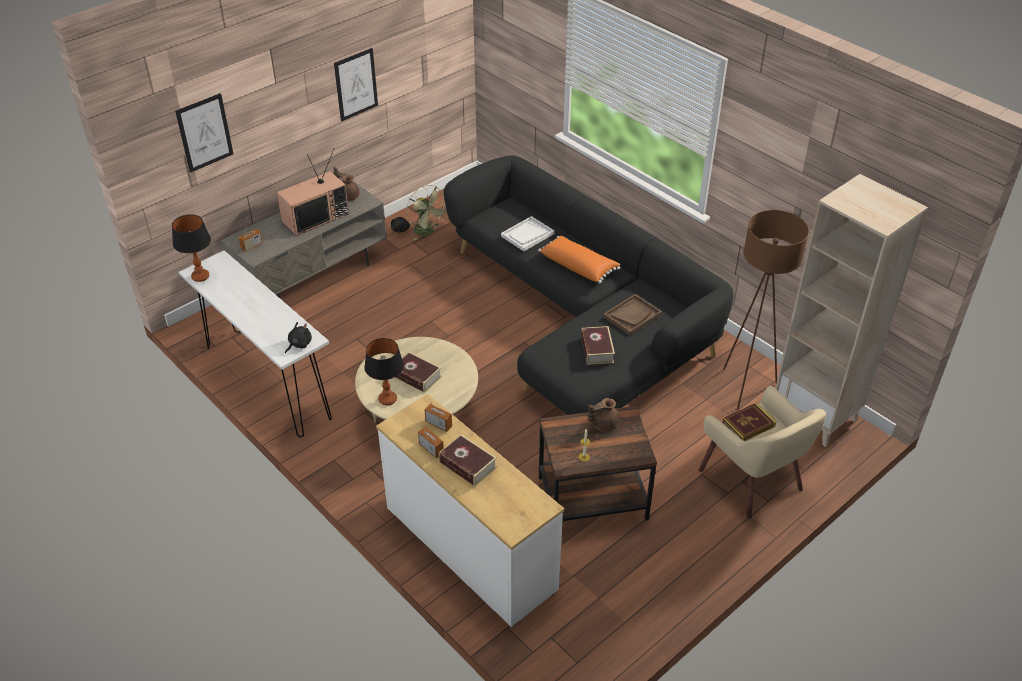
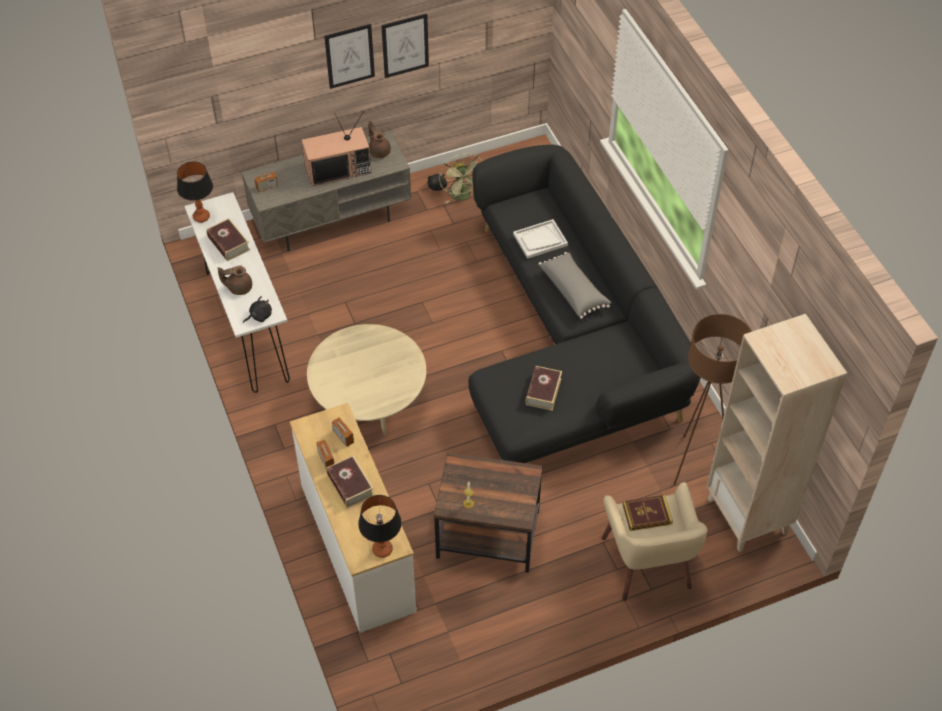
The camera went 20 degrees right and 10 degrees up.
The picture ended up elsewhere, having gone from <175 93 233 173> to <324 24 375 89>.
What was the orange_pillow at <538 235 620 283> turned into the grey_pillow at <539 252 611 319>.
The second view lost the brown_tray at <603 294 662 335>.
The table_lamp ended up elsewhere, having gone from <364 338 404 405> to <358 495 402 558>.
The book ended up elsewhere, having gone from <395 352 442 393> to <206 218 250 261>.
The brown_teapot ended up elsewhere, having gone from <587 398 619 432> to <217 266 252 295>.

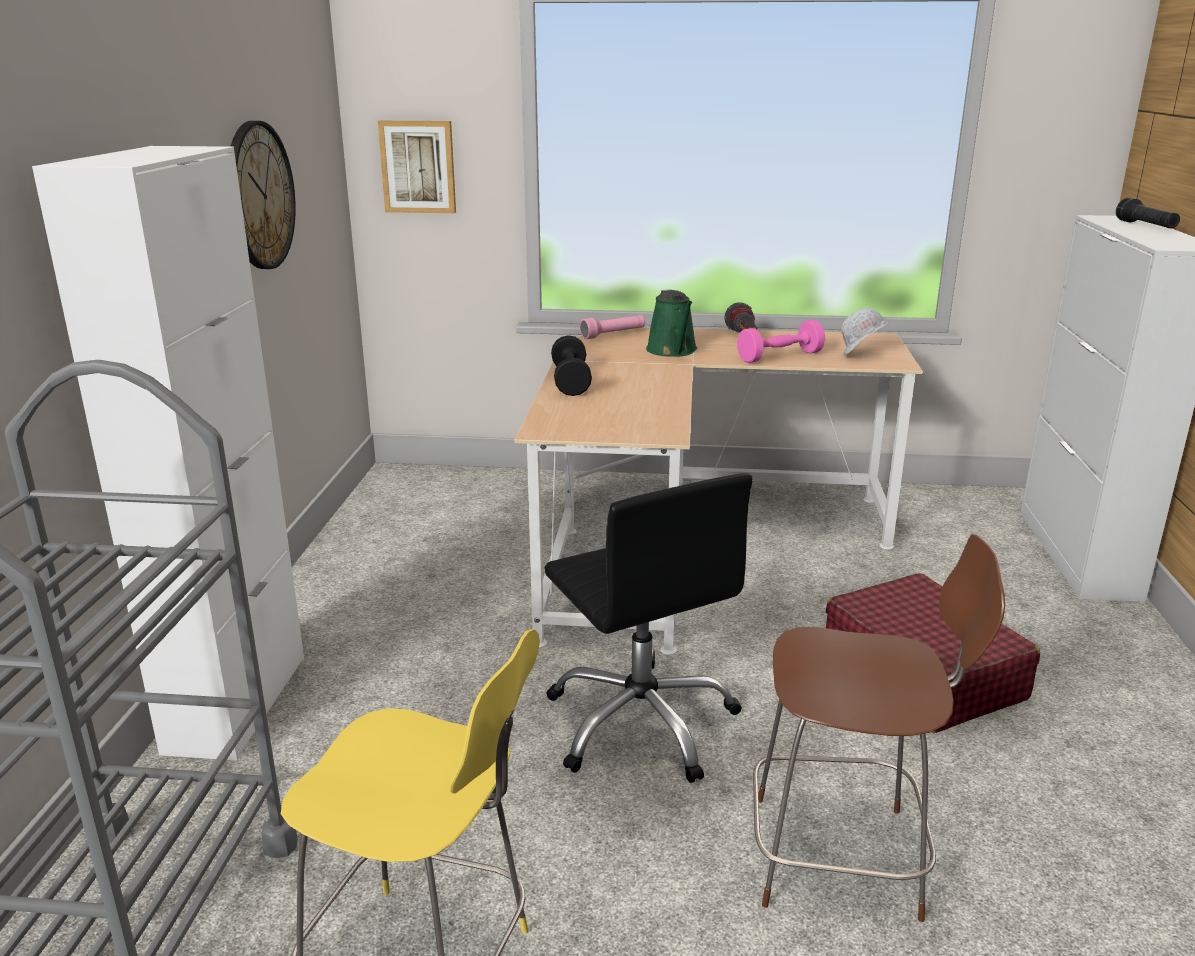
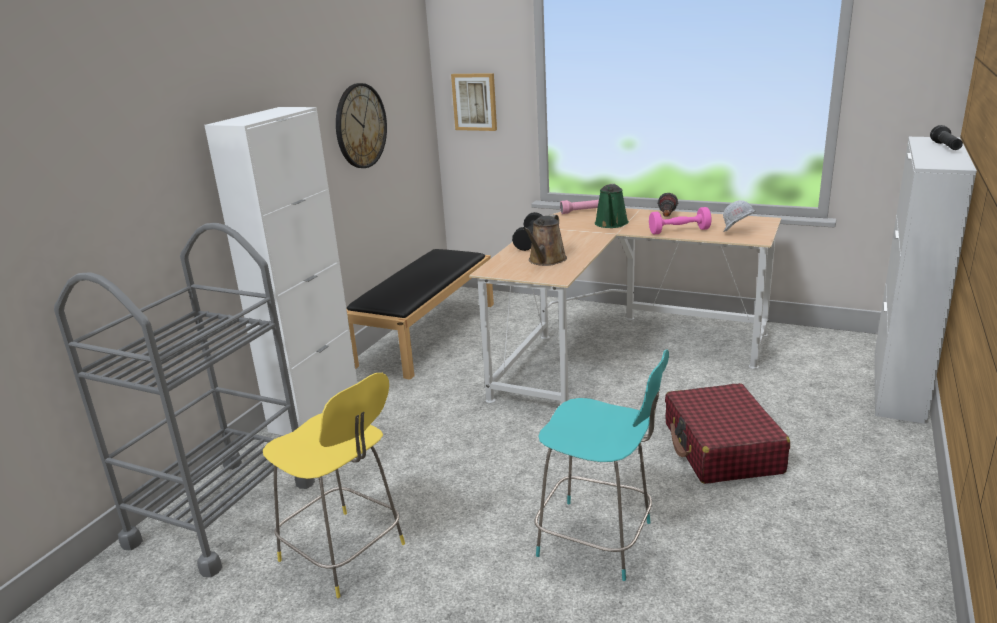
The camera went 20 degrees right and 0 degrees up.
The second view lost the black_office_chair at <545 473 753 783>.
What was the brown_stool at <753 534 1005 922> turned into the turquoise_stool at <534 350 669 581>.
The second view gained the brown_watering_can at <523 215 567 266>.
The second view gained the black_bench at <346 249 494 380>.

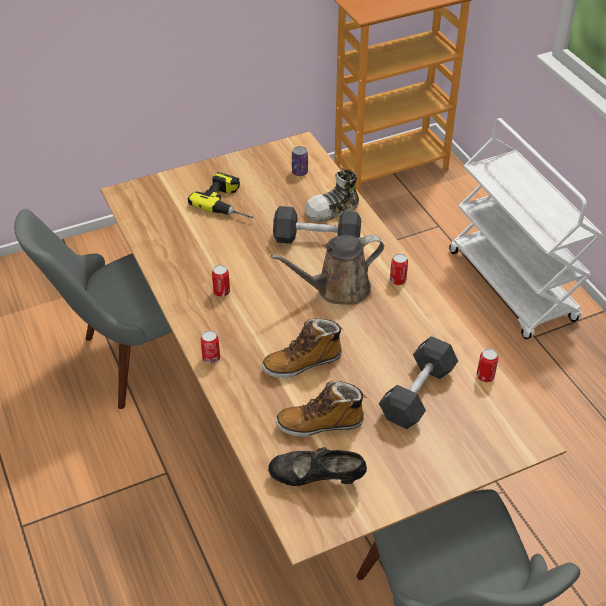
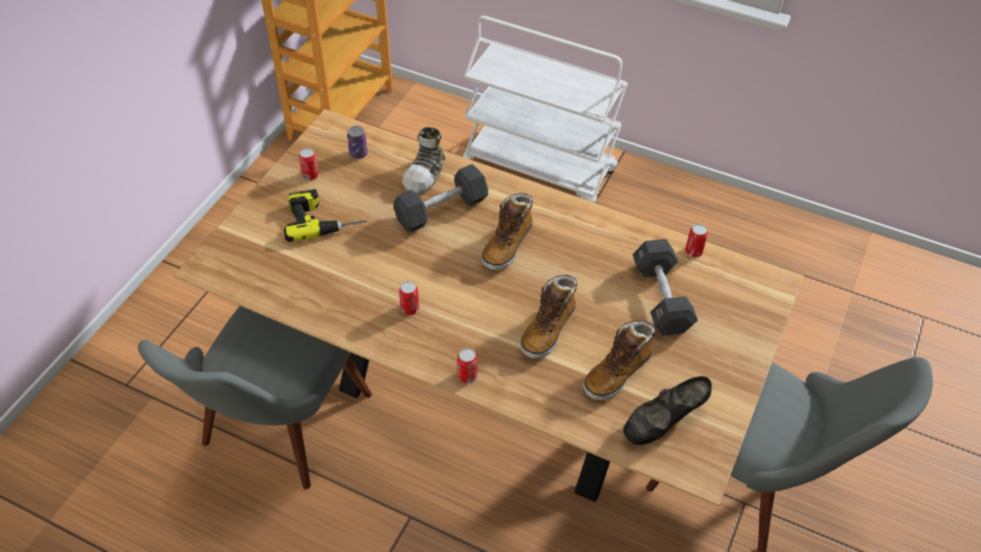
The camera went 40 degrees left and 5 degrees up.
Where the brown_watering_can stood at <271 235 384 305>, the boot came to stand at <481 193 533 270>.
The can ended up elsewhere, having gone from <390 253 408 285> to <299 148 319 180>.

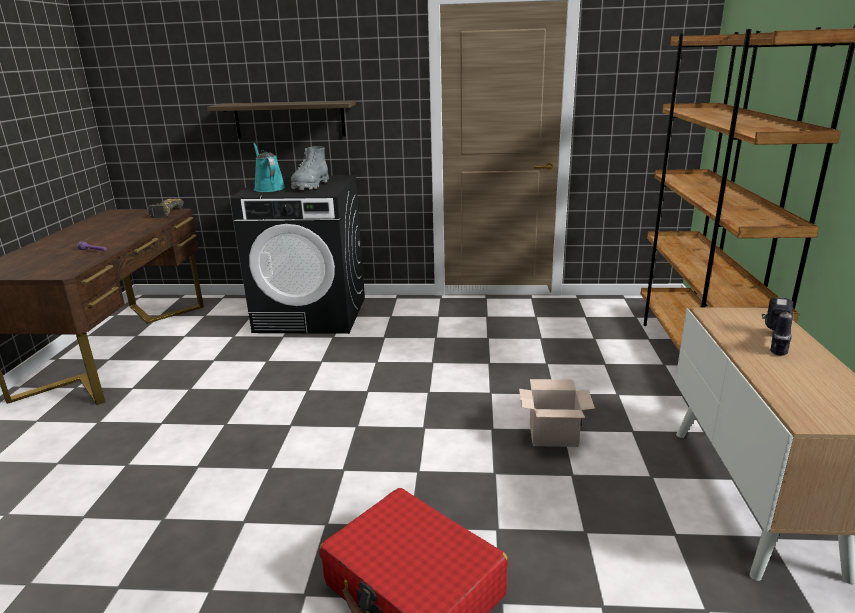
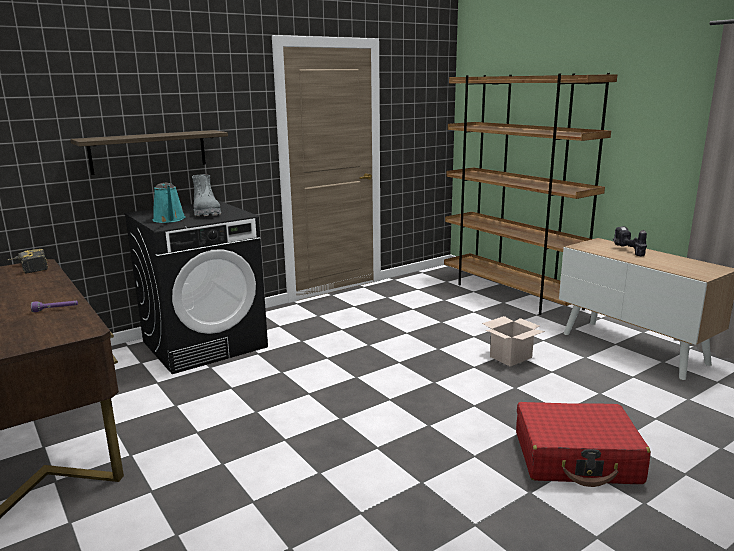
The camera went 40 degrees left and 5 degrees down.
The turquoise_watering_can at <253 143 285 192> ended up facing another way, 135 degrees counterclockwise from before.

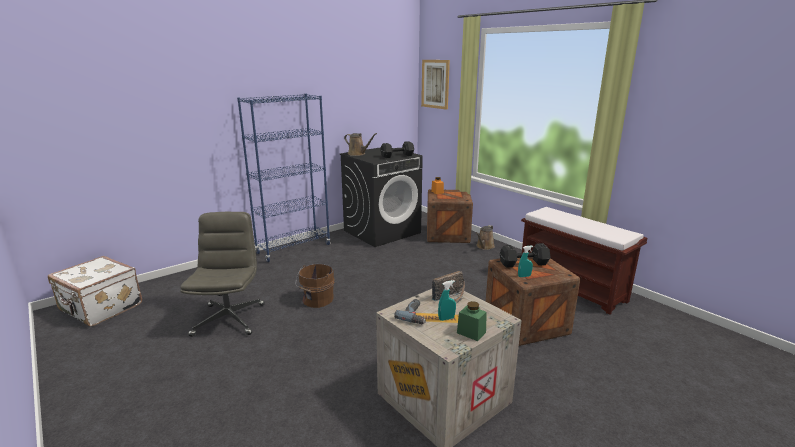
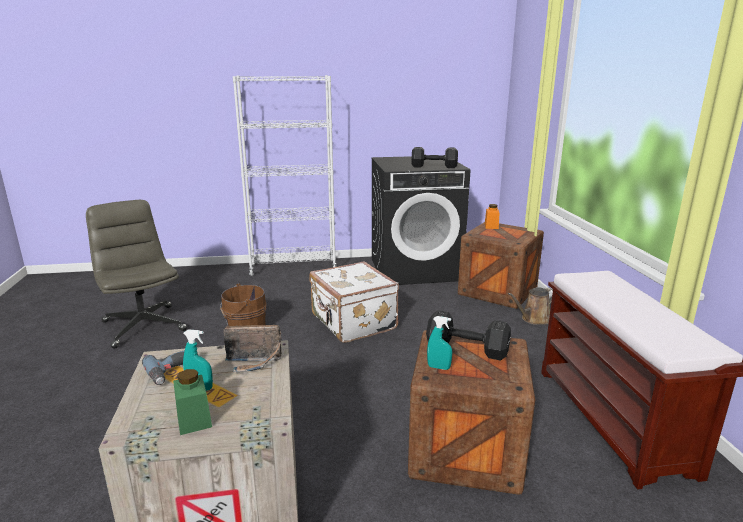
The camera went 30 degrees right and 0 degrees up.
The second view lost the picture at <421 60 450 110>.
What was the blue_bookcase at <237 94 330 262> turned into the white_bookcase at <233 75 337 276>.
The second view lost the brown_watering_can at <344 133 377 156>.
The grey_office_chair at <180 212 265 337> ended up facing another way, 60 degrees counterclockwise from before.
The white_suitcase ended up elsewhere, having gone from <48 256 142 326> to <309 261 399 343>.

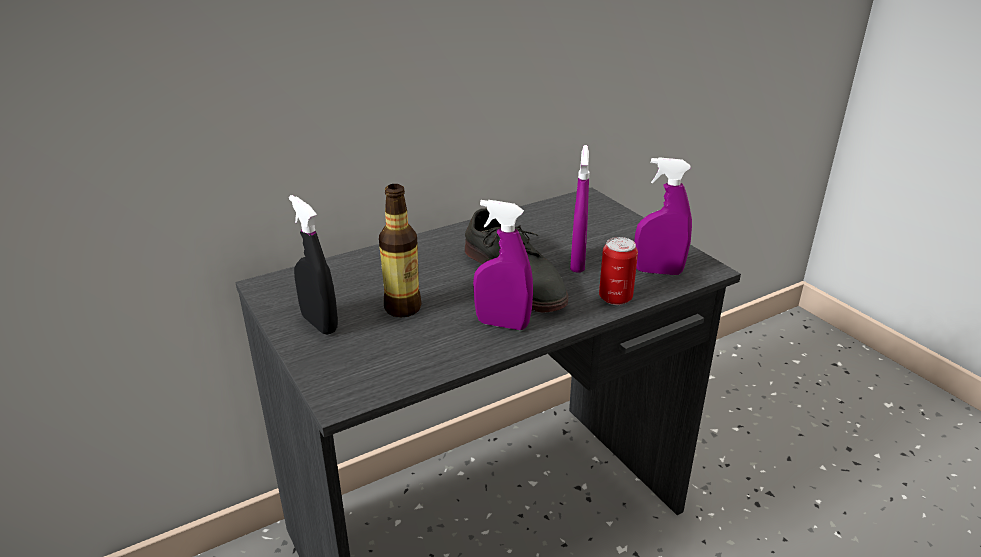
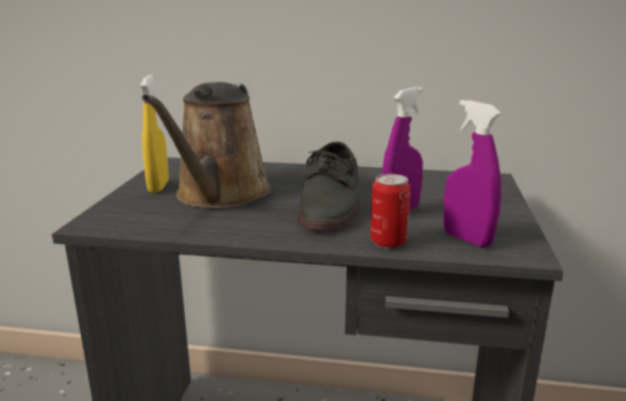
The camera went 40 degrees right and 10 degrees down.
Where the bottle stood at <379 184 422 317>, the brown_watering_can came to stand at <142 82 271 209>.
What was the black_spray_bottle at <289 195 338 335> turned into the yellow_spray_bottle at <140 75 169 193>.
The second view lost the purple_spray_bottle at <473 200 533 330>.

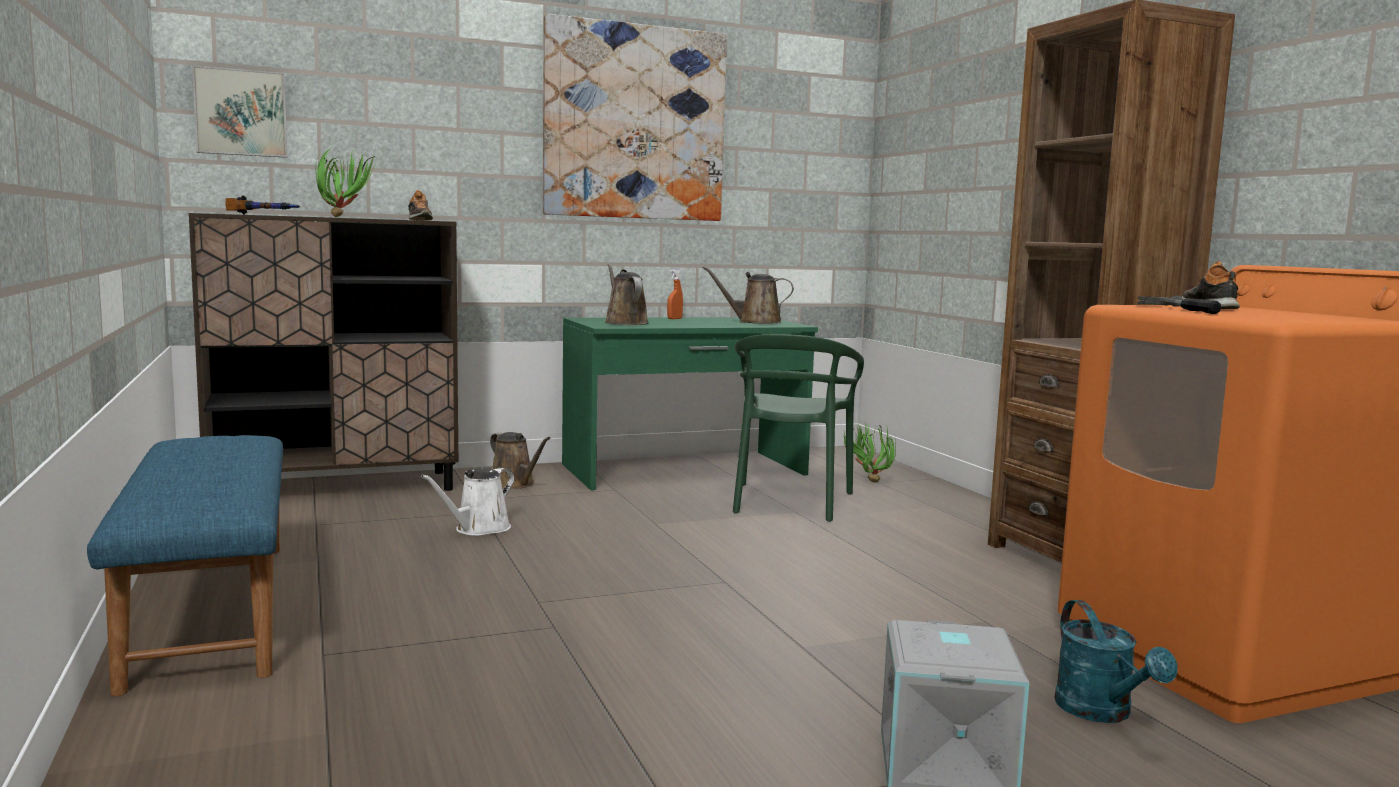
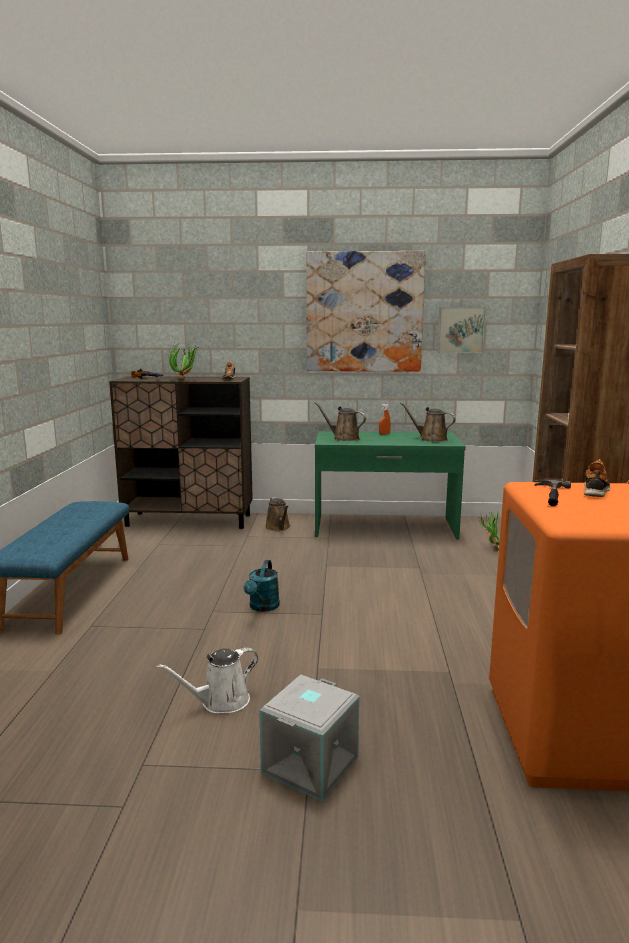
The camera went 25 degrees right and 5 degrees up.
The picture ended up elsewhere, having gone from <192 65 287 158> to <437 307 486 353>.
The brown_watering_can at <605 264 649 325> ended up facing another way, 60 degrees counterclockwise from before.
The second view lost the green_chair at <733 334 864 522>.
The white_watering_can ended up elsewhere, having gone from <421 467 514 536> to <157 647 258 713>.
The turquoise_watering_can ended up elsewhere, having gone from <1054 600 1178 723> to <244 560 280 612>.

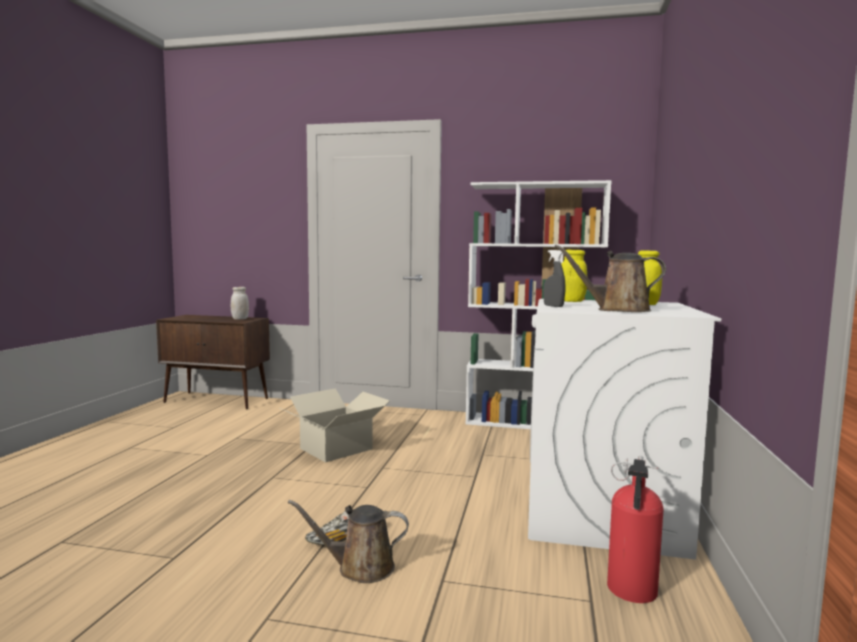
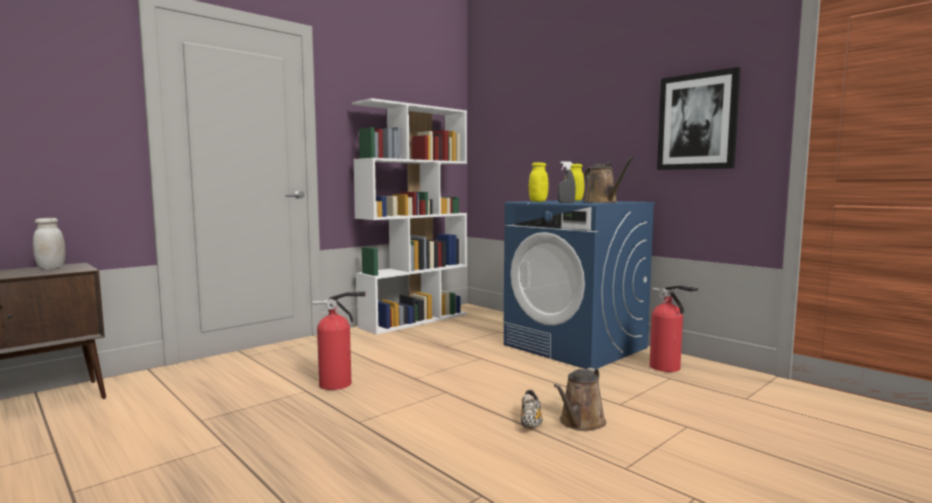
The camera went 55 degrees left and 0 degrees up.
The brown_watering_can at <555 245 666 312> ended up facing another way, 60 degrees counterclockwise from before.
What was the white_washing_machine at <528 299 721 560> turned into the blue_washing_machine at <503 200 656 369>.
Where the cardboard_box stood at <280 389 390 463>, the fire_extinguisher came to stand at <312 291 366 390>.
The second view gained the picture at <657 67 741 170>.

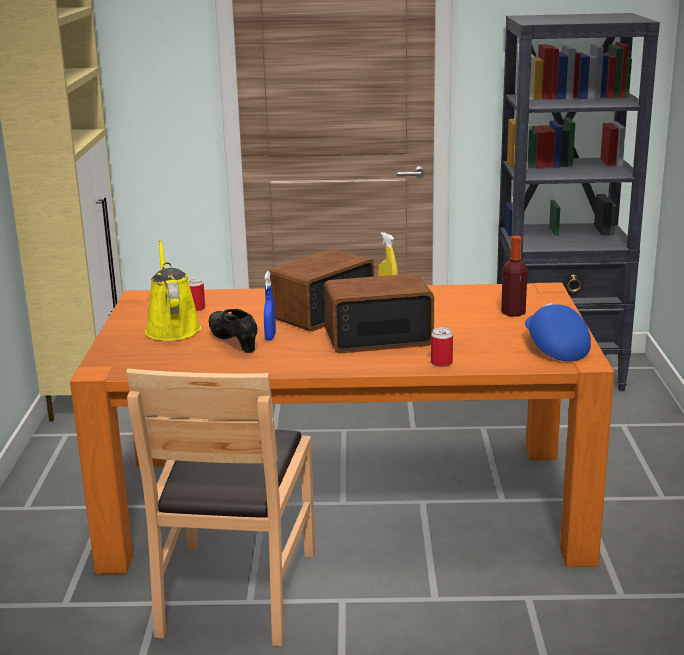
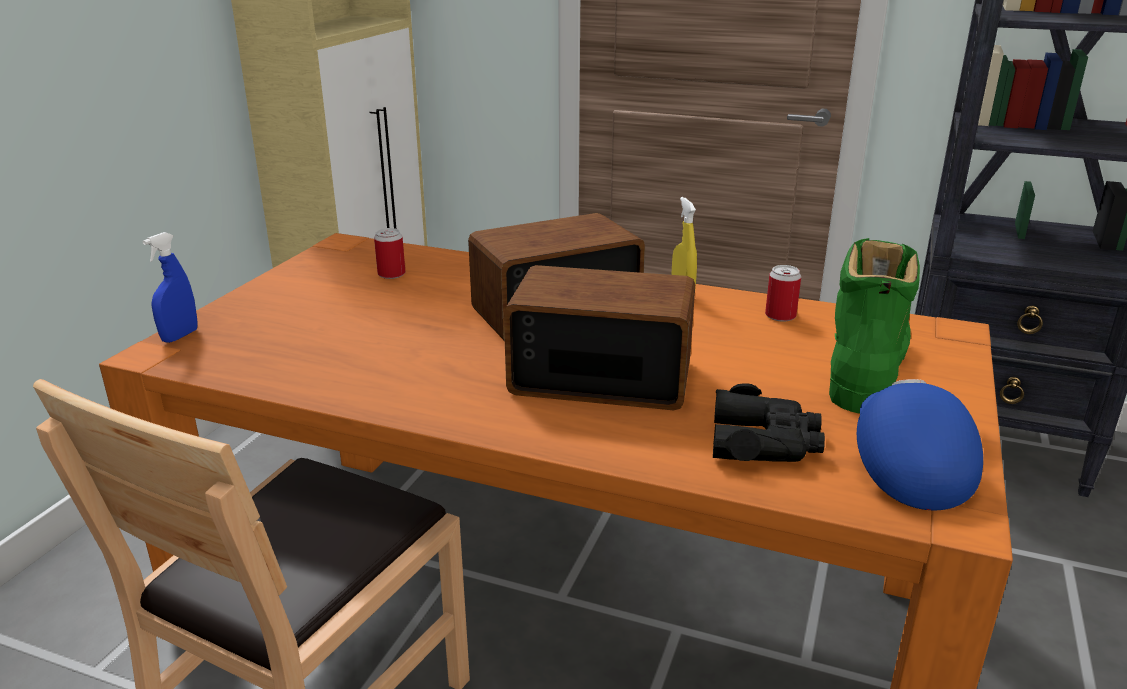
The camera went 20 degrees right and 5 degrees up.
Where the bottle stood at <501 236 527 317>, the green_boot came to stand at <829 238 920 414>.
The second view lost the yellow_watering_can at <145 240 201 341>.
The blue_spray_bottle ended up elsewhere, having gone from <264 271 276 340> to <143 232 198 343>.
The second view lost the black_shoe at <209 309 257 353>.
The can ended up elsewhere, having gone from <431 327 453 367> to <765 265 801 322>.
The second view gained the black_binoculars at <713 383 825 462>.

